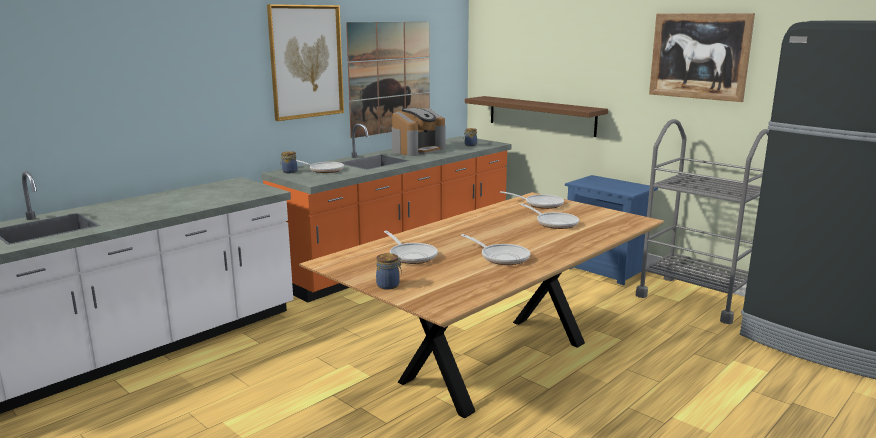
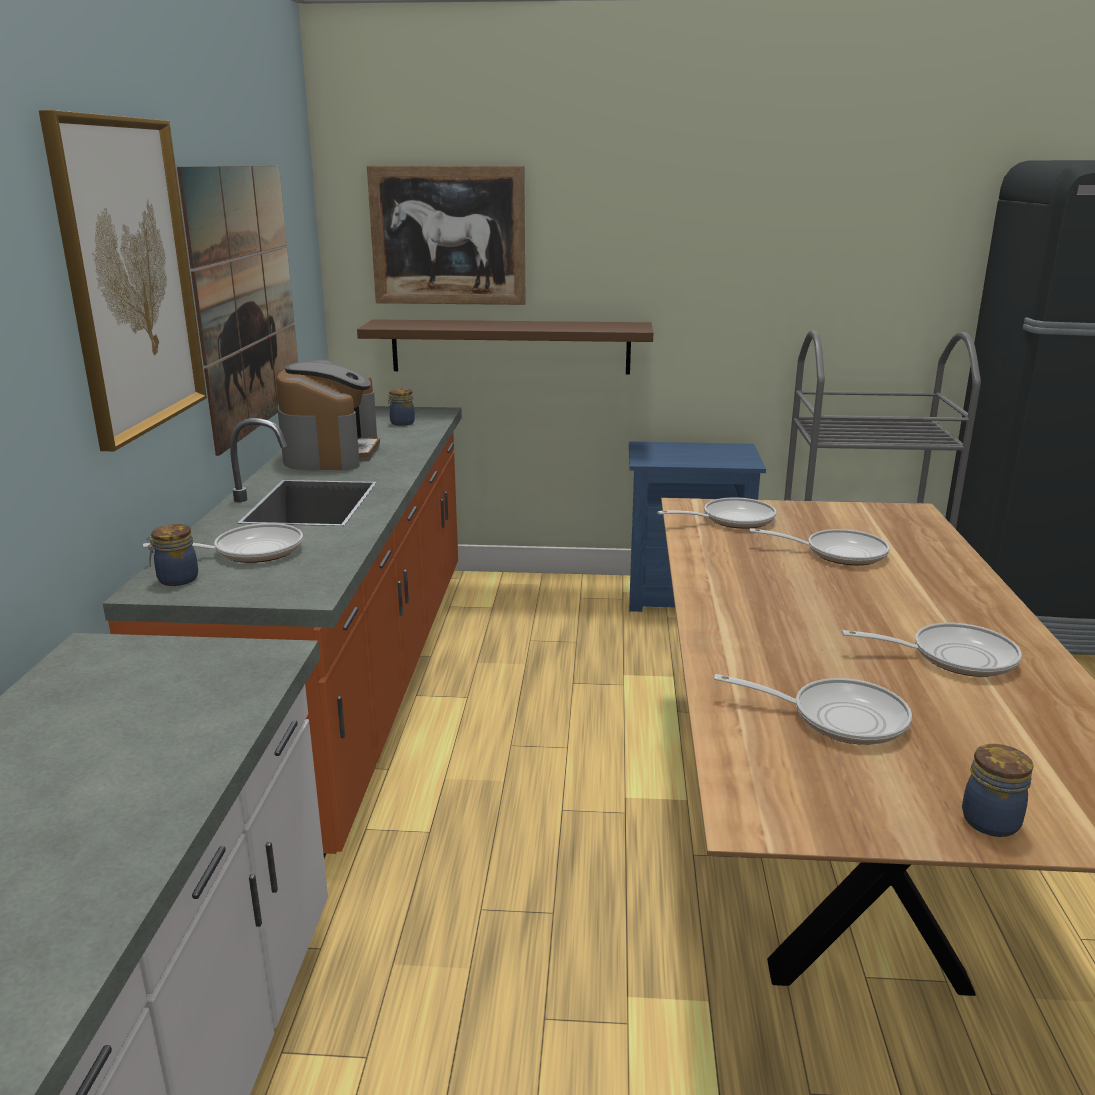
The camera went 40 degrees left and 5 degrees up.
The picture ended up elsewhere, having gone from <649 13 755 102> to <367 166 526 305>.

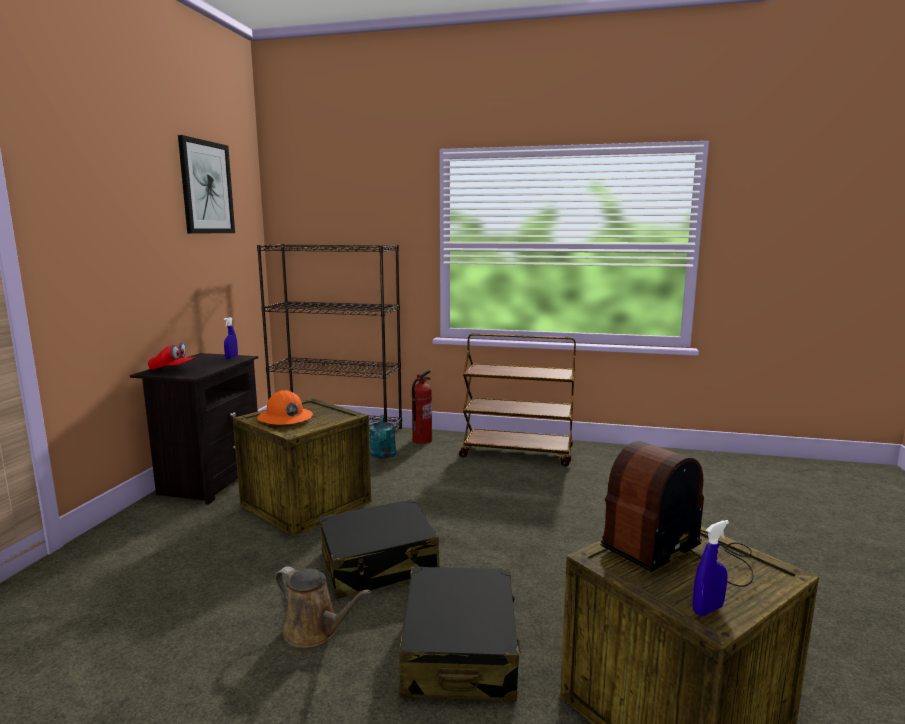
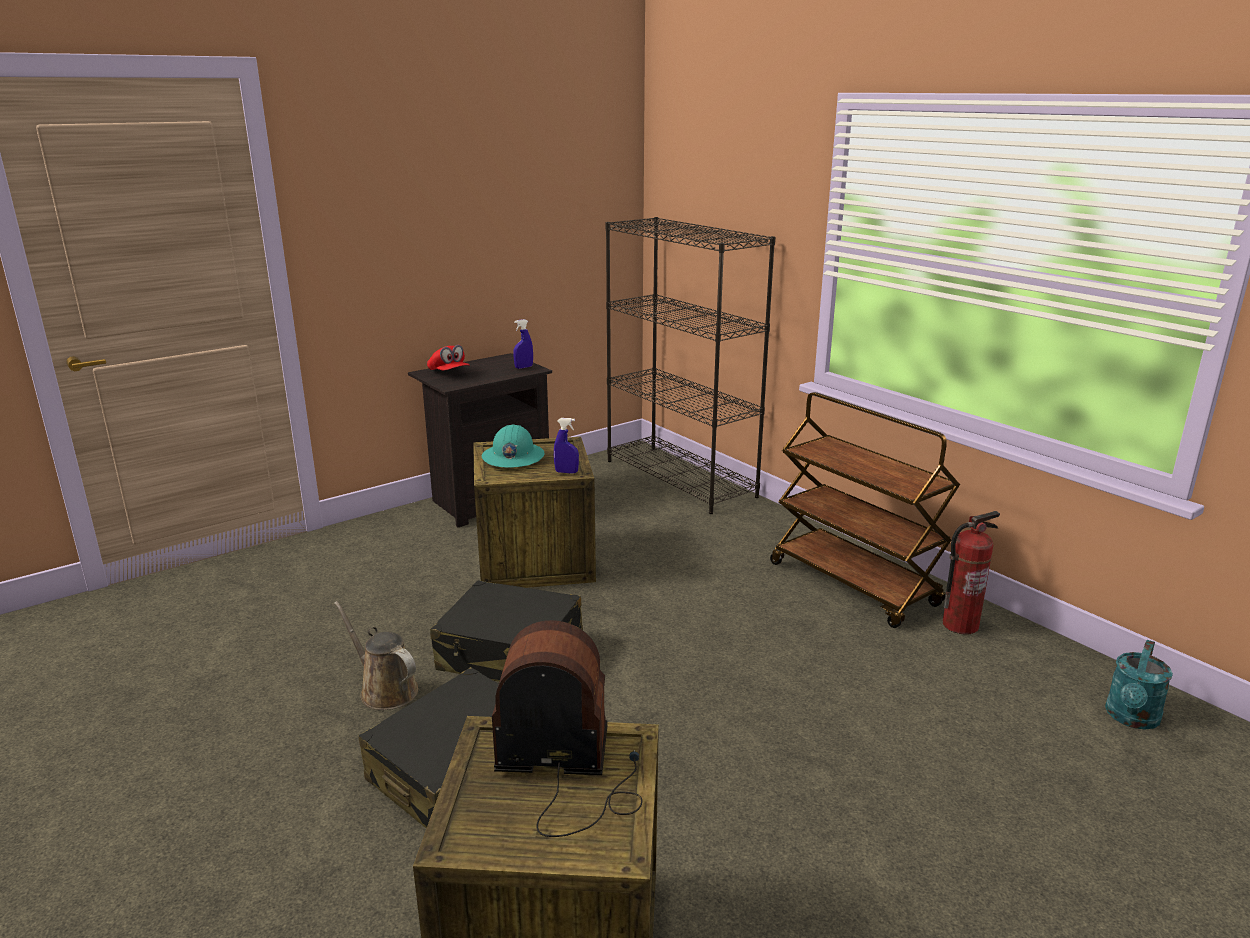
The camera went 40 degrees right and 10 degrees up.
The second view lost the picture at <178 135 235 234>.
The fire_extinguisher ended up elsewhere, having gone from <412 370 432 444> to <943 511 1000 635>.
What was the orange_hard_hat at <257 390 313 425> turned into the turquoise_hard_hat at <482 424 545 468>.
The turquoise_watering_can ended up elsewhere, having gone from <369 415 396 459> to <1105 640 1173 730>.
The blue_spray_bottle ended up elsewhere, having gone from <693 520 729 616> to <554 418 579 474>.
The brown_watering_can at <275 566 371 648> ended up facing another way, 150 degrees clockwise from before.

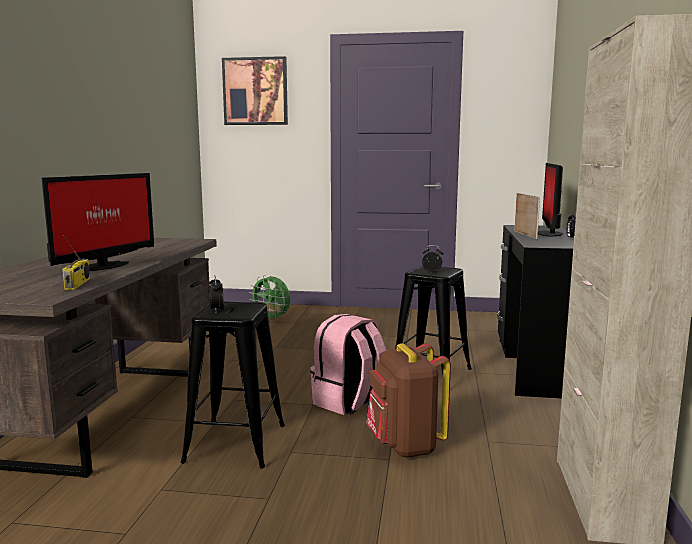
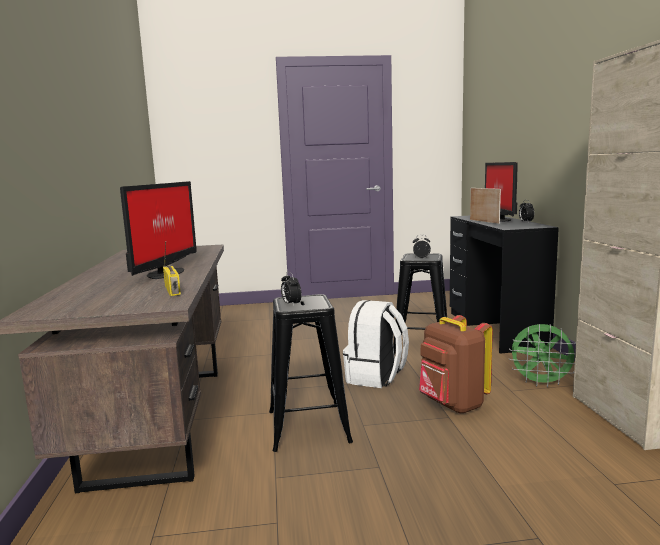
The camera went 15 degrees left and 0 degrees up.
The second view lost the picture at <222 56 288 125>.
The green_fan ended up elsewhere, having gone from <249 275 290 321> to <509 324 576 387>.
What was the pink_backpack at <310 314 386 415> turned into the white_backpack at <343 300 409 388>.

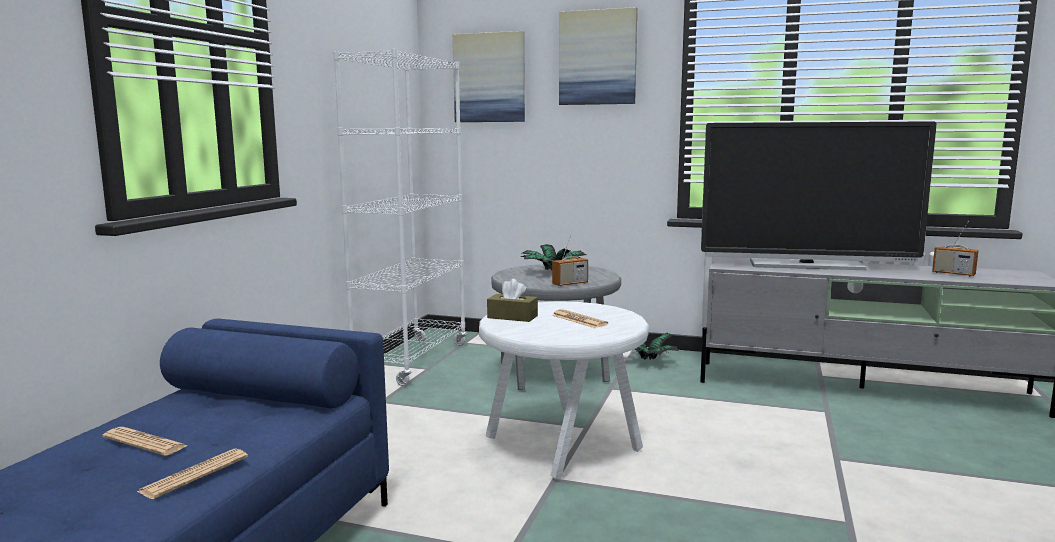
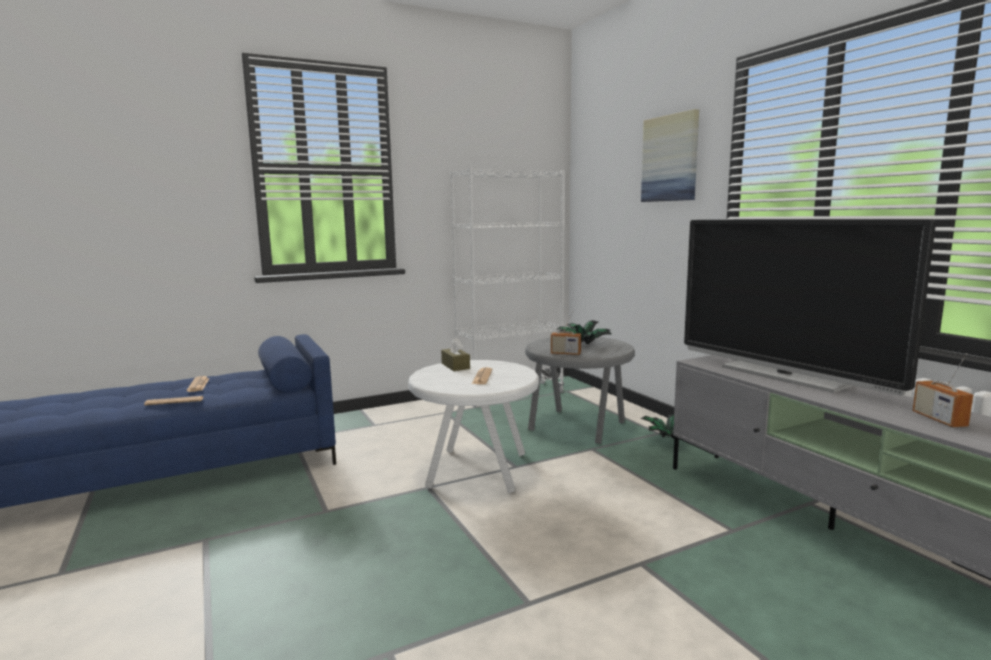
The camera went 45 degrees right and 0 degrees up.
The second view lost the picture at <453 31 525 122>.

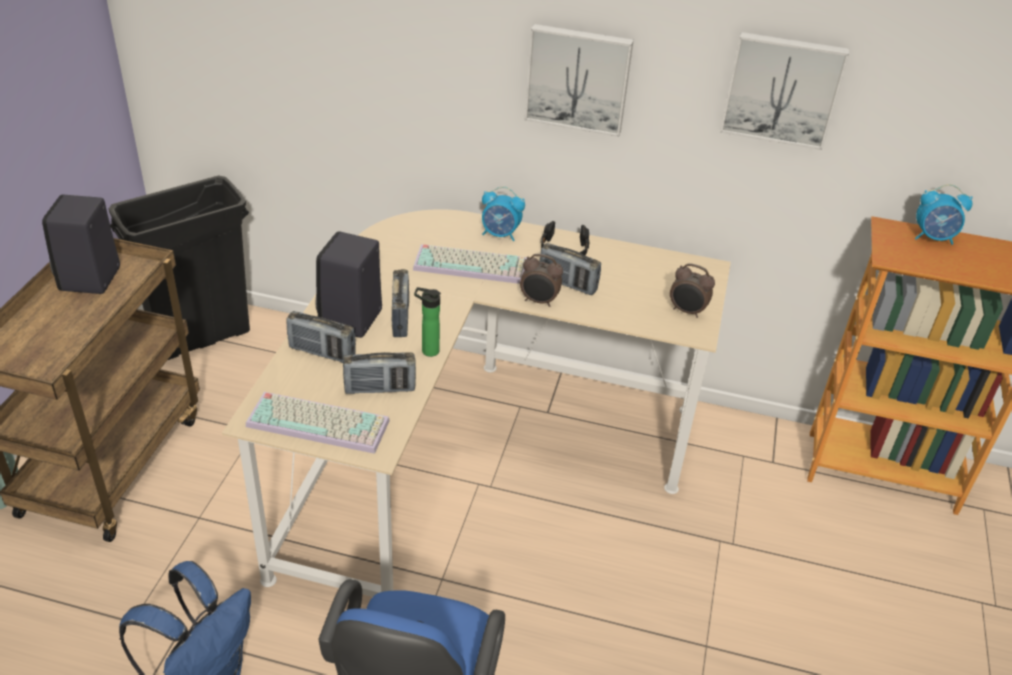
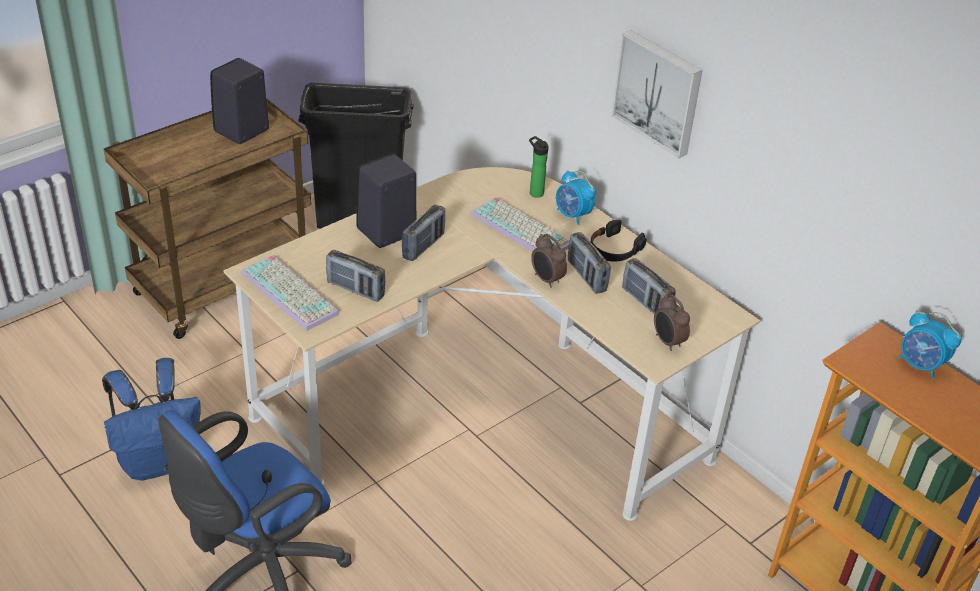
The camera went 35 degrees right and 0 degrees up.
The second view lost the picture at <720 32 849 150>.
The bottle ended up elsewhere, having gone from <414 287 441 357> to <529 136 549 198>.
The radio ended up elsewhere, having gone from <286 311 356 363> to <622 258 676 314>.

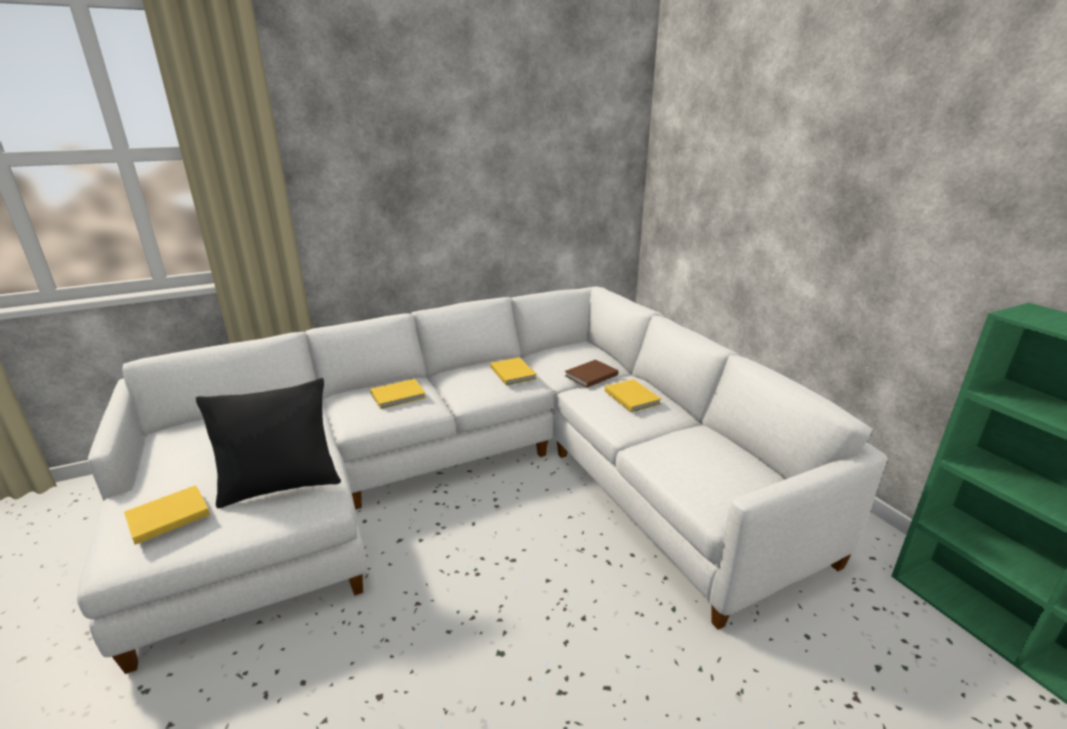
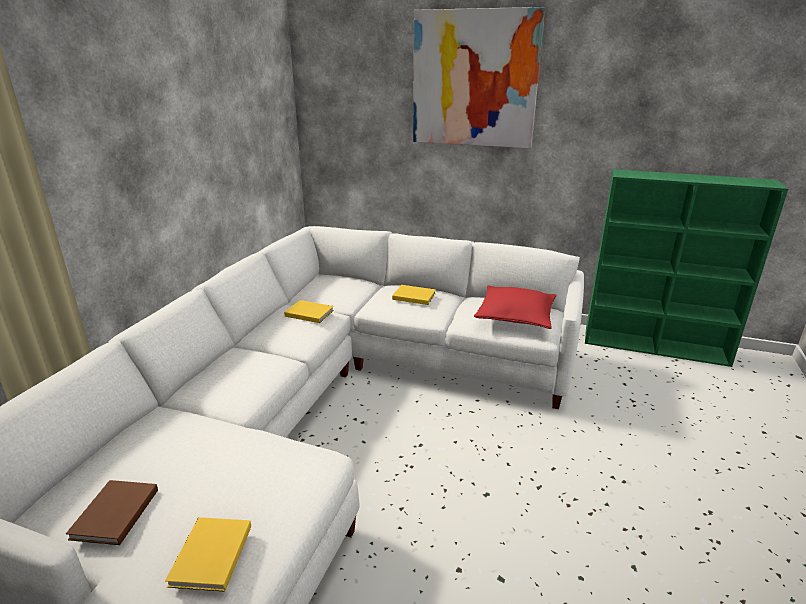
The camera went 45 degrees left and 0 degrees up.
The brown_book ended up elsewhere, having gone from <565 360 618 388> to <66 480 158 545>.
The second view lost the black_pillow at <196 378 341 509>.
The second view lost the yellow_book at <370 379 426 409>.
The second view gained the picture at <413 7 546 148>.
The second view gained the red_pillow at <474 286 556 329>.

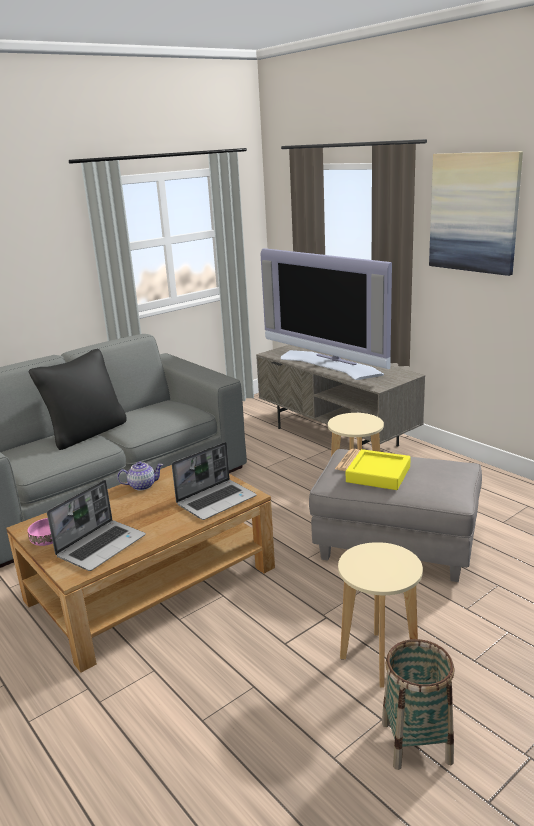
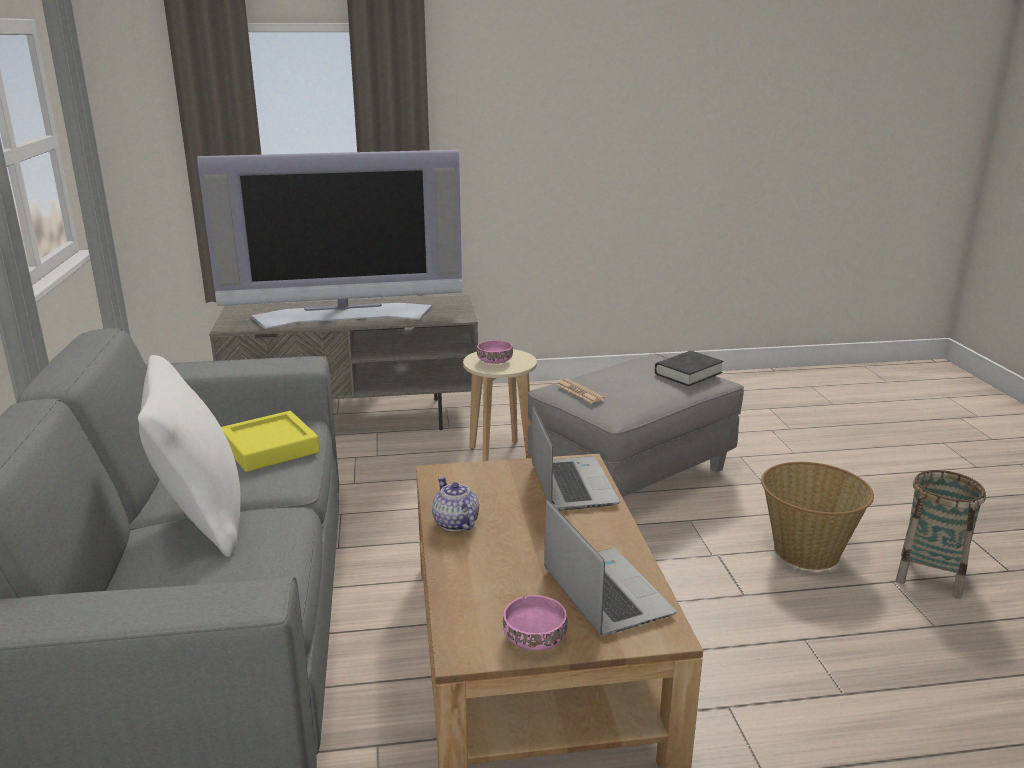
The camera went 60 degrees left and 0 degrees up.
The second view lost the picture at <429 151 523 276>.
What was the black_pillow at <29 349 127 450> turned into the white_pillow at <138 355 241 557>.
The yellow_tray ended up elsewhere, having gone from <346 449 411 490> to <221 411 320 472>.
The teapot at <117 461 163 491> ended up facing another way, 45 degrees counterclockwise from before.
Where the beige_stool stood at <338 542 423 687>, the basket came to stand at <761 462 874 570>.
The second view gained the pink_bowl at <477 340 513 364>.
The second view gained the black_book at <655 351 724 386>.

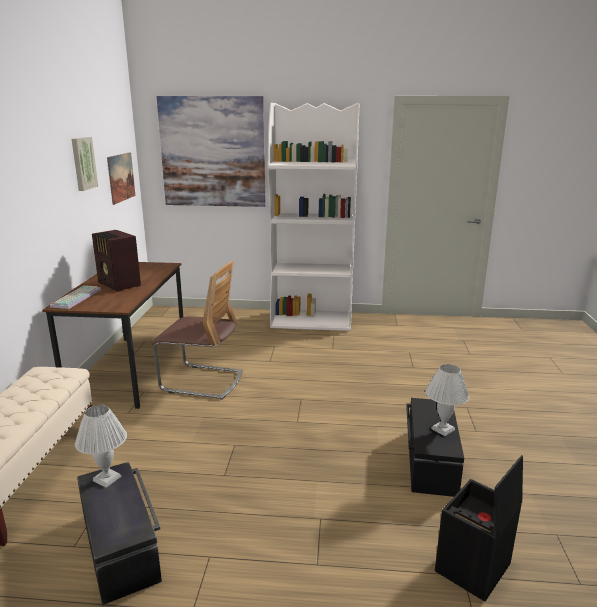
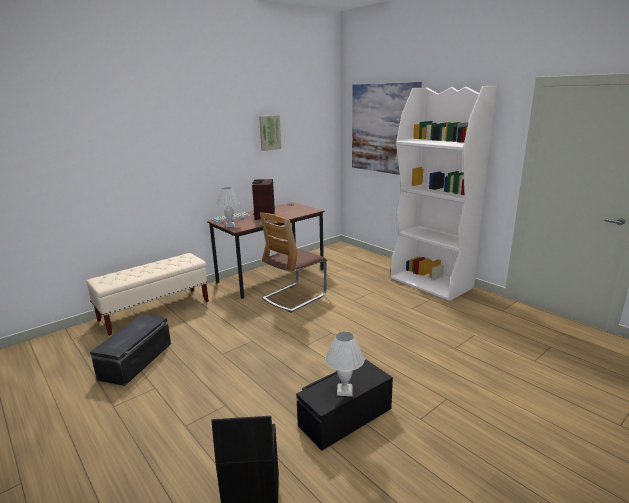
The camera went 45 degrees right and 0 degrees up.
The second view lost the picture at <107 152 135 205>.
The chair at <152 261 243 400> ended up facing another way, 75 degrees clockwise from before.
The white_table_lamp ended up elsewhere, having gone from <75 405 127 488> to <216 187 240 227>.

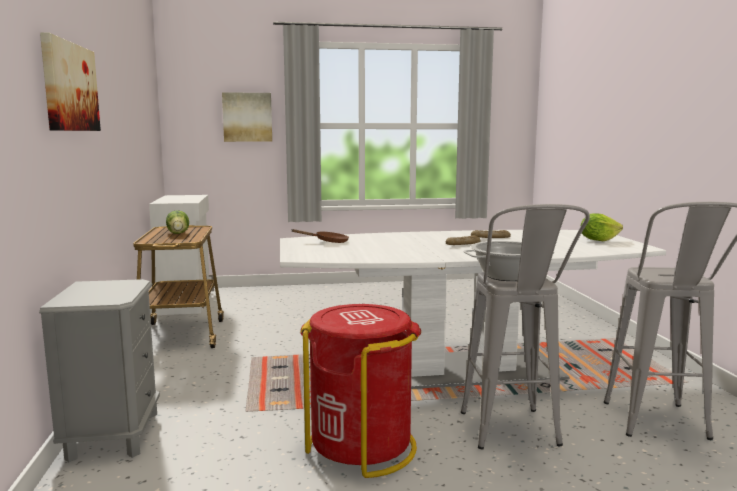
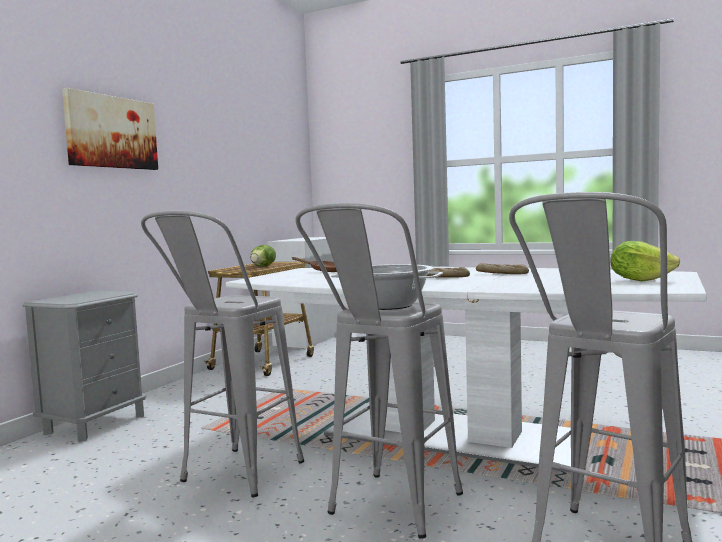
The camera went 35 degrees right and 5 degrees down.
The second view lost the picture at <222 92 272 142>.
Where the red_trash_can stood at <300 304 421 478>, the grey_stool came to stand at <141 211 304 497>.

